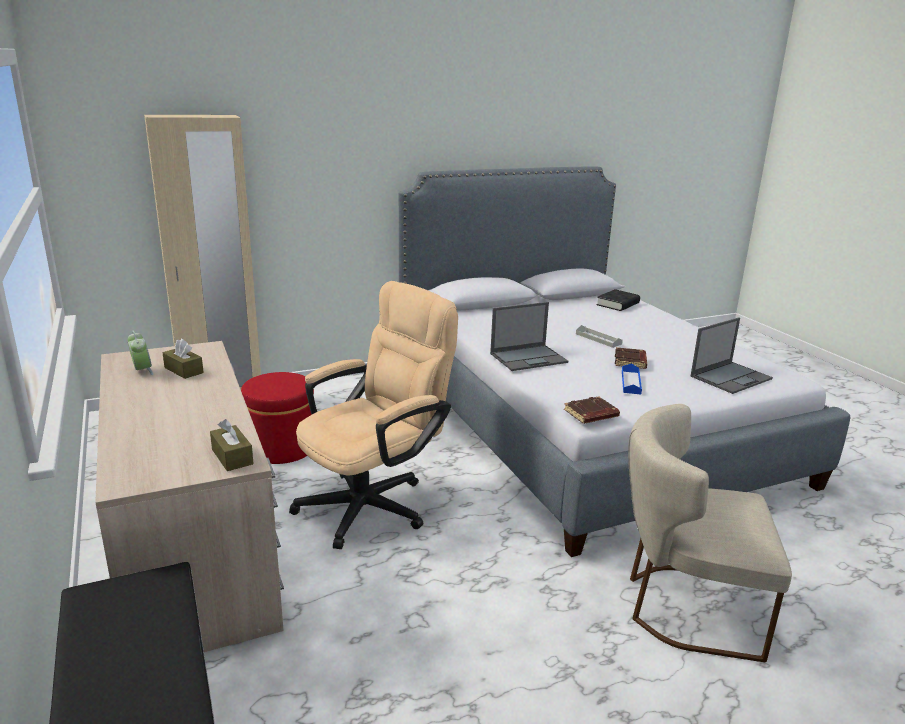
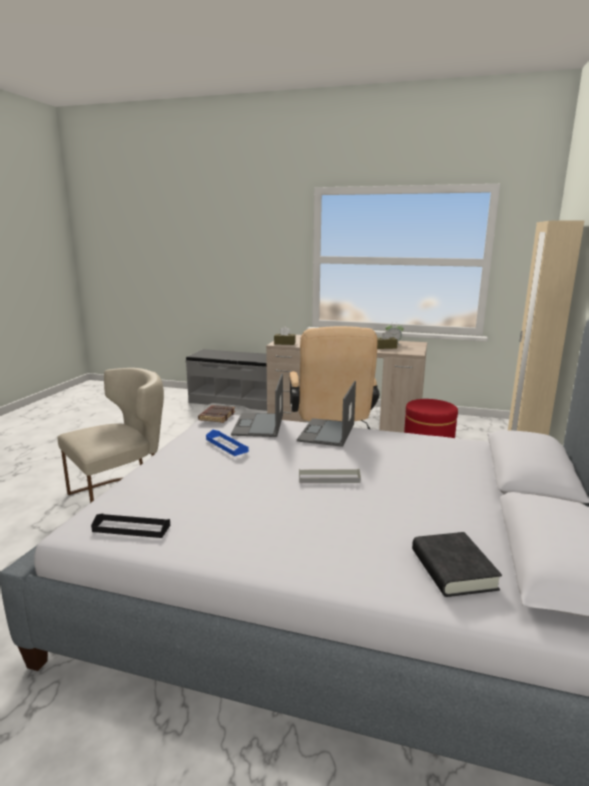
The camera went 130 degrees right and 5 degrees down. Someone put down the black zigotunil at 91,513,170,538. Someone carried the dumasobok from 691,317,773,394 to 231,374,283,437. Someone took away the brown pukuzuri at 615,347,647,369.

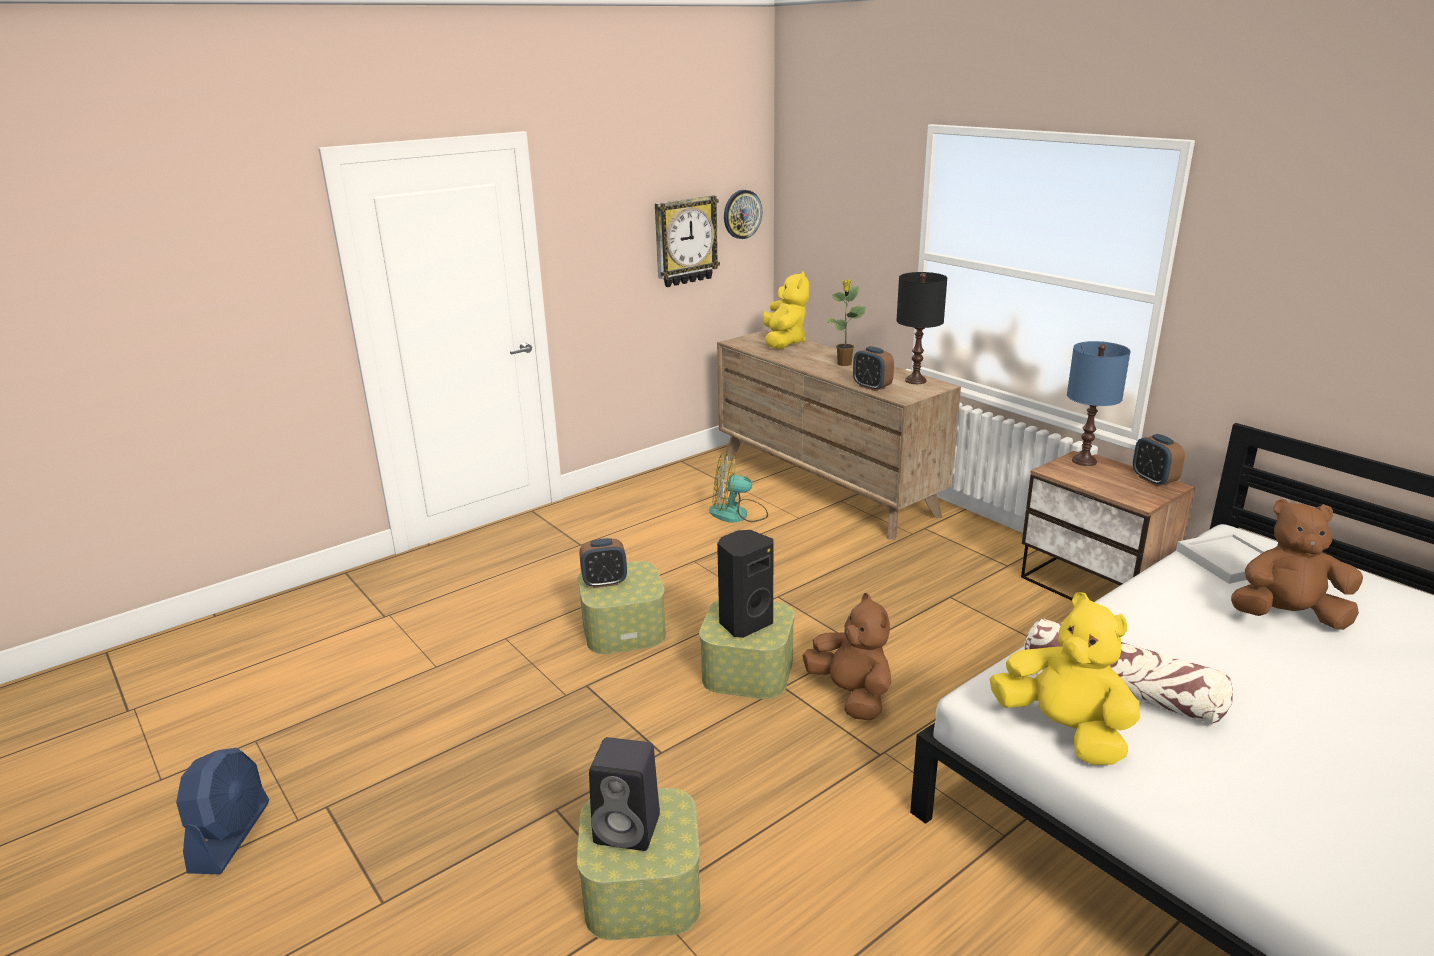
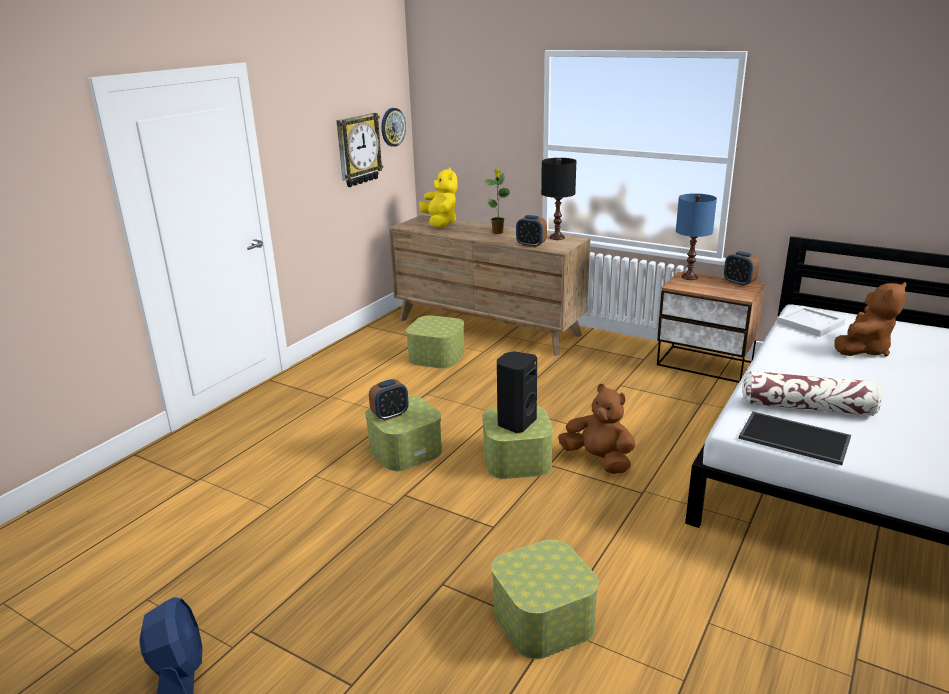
The camera went 20 degrees left and 0 degrees up. Someone swapped the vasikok at 709,452,768,523 for the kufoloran at 406,316,465,369. Someone swapped the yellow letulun at 990,592,1140,765 for the zigotunil at 738,411,851,465. Someone rotated the brown letulun at 1231,499,1363,630 by 150 degrees clockwise. Someone took away the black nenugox at 589,737,660,851.

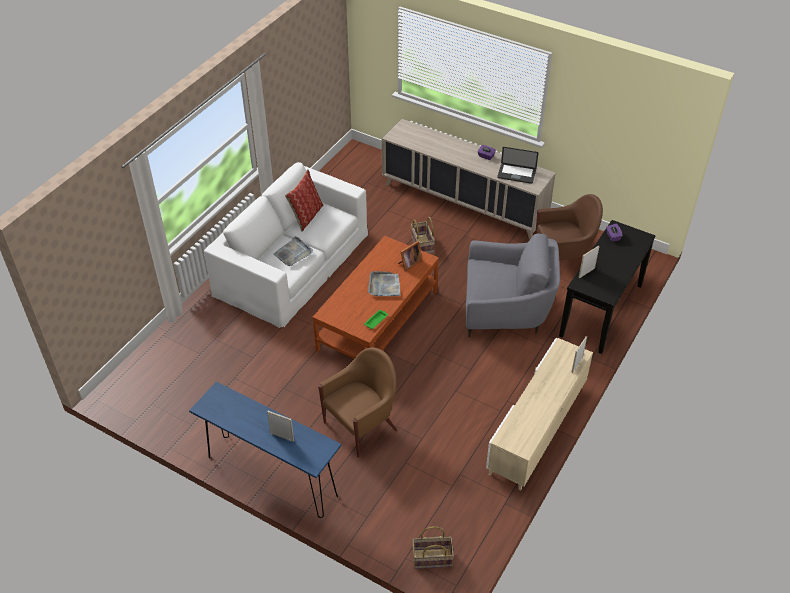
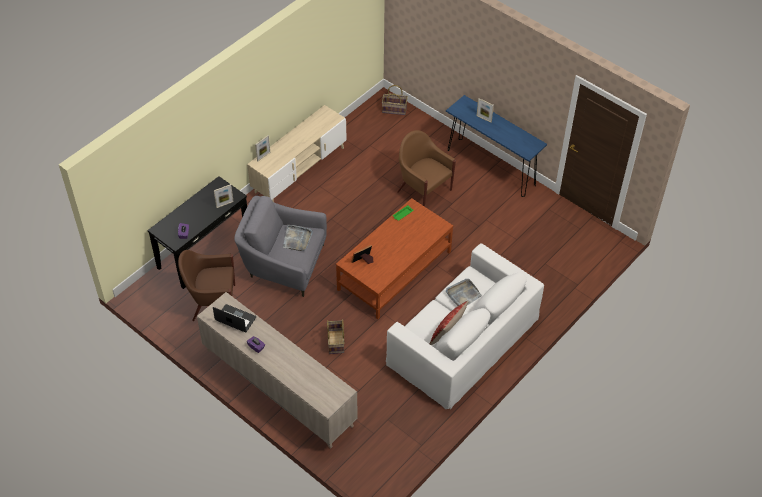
The camera went 170 degrees left and 5 degrees up. Someone carried the grey zigotunil from 368,271,401,296 to 283,225,313,251. Someone rotated the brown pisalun at 318,347,397,457 by 75 degrees clockwise.

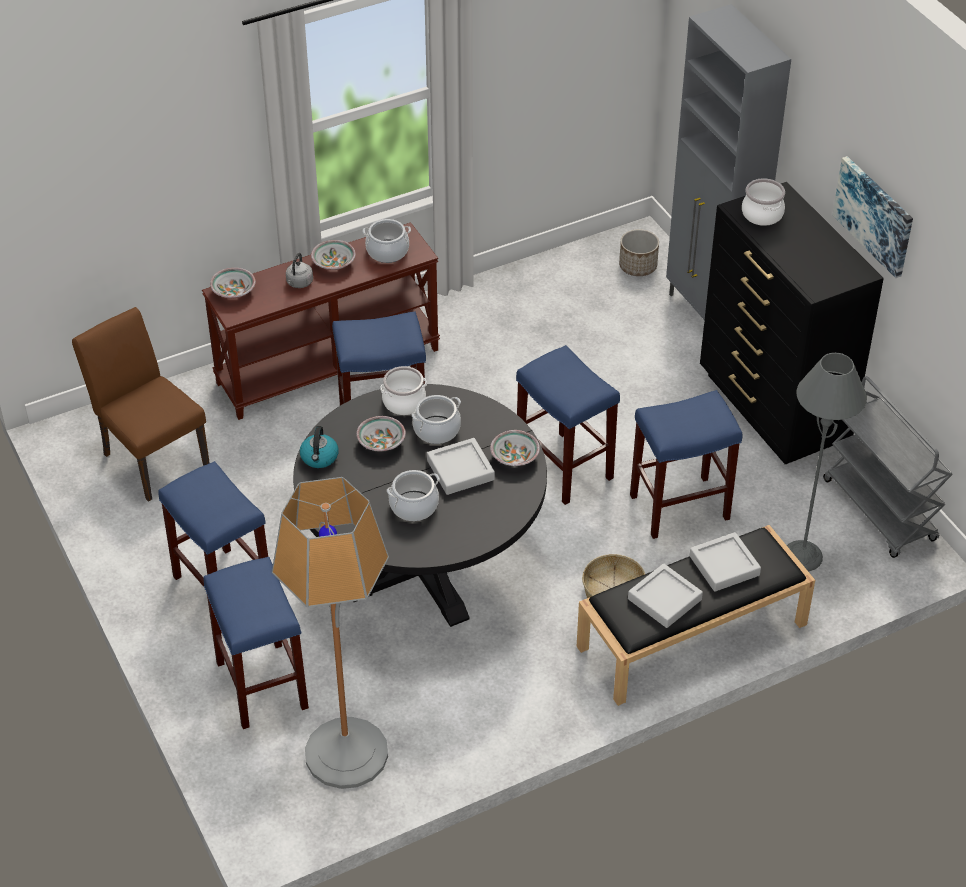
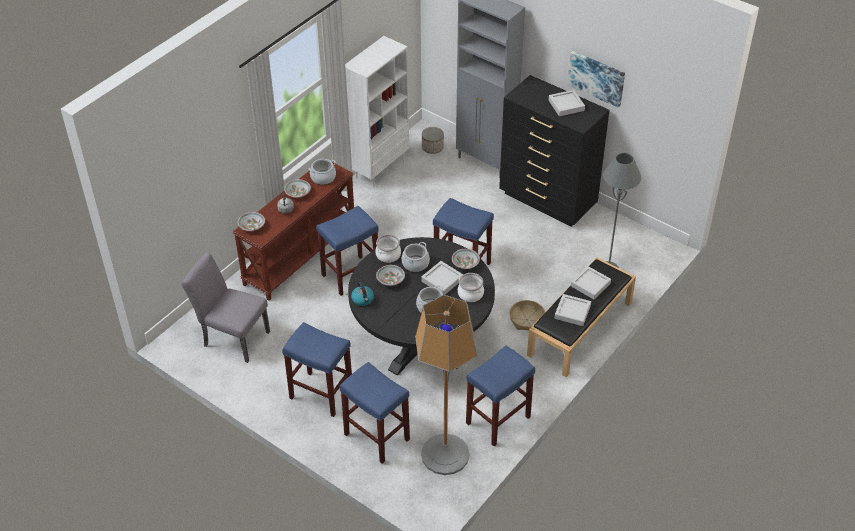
The camera went 25 degrees left and 0 degrees up. Someone repainted the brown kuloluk at 72,307,210,502, which became the grey kuloluk at 181,252,270,363. Someone put down the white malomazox at 345,36,409,187. Someone carried the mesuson from 742,178,785,226 to 458,273,484,302. Someone carried the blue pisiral from 630,390,742,539 to 466,346,535,446. Someone put down the grey zigotunil at 549,90,585,116. Someone took away the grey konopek at 823,376,953,558.

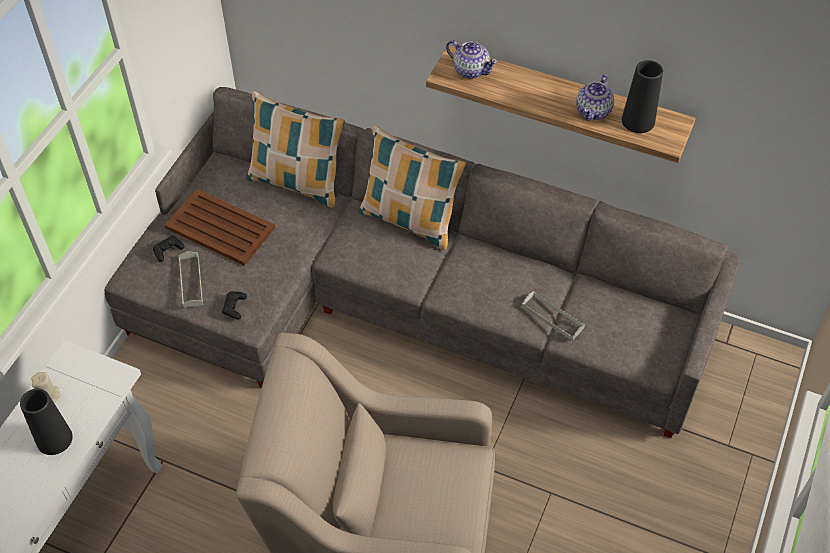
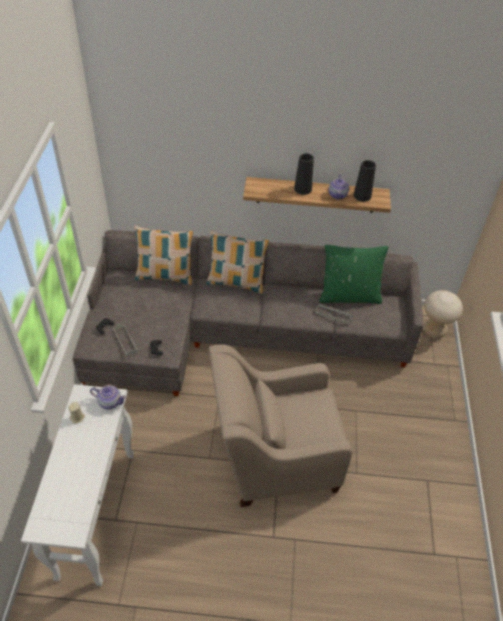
The camera went 20 degrees left and 5 degrees down. Someone carried the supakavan from 446,40,498,79 to 90,385,126,410. Someone carried the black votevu from 20,389,73,455 to 294,153,314,195. Someone put down the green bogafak at 319,245,389,304. Someone put down the beige pisiral at 424,290,463,339. Someone took away the brown zigotunil at 165,189,275,266.

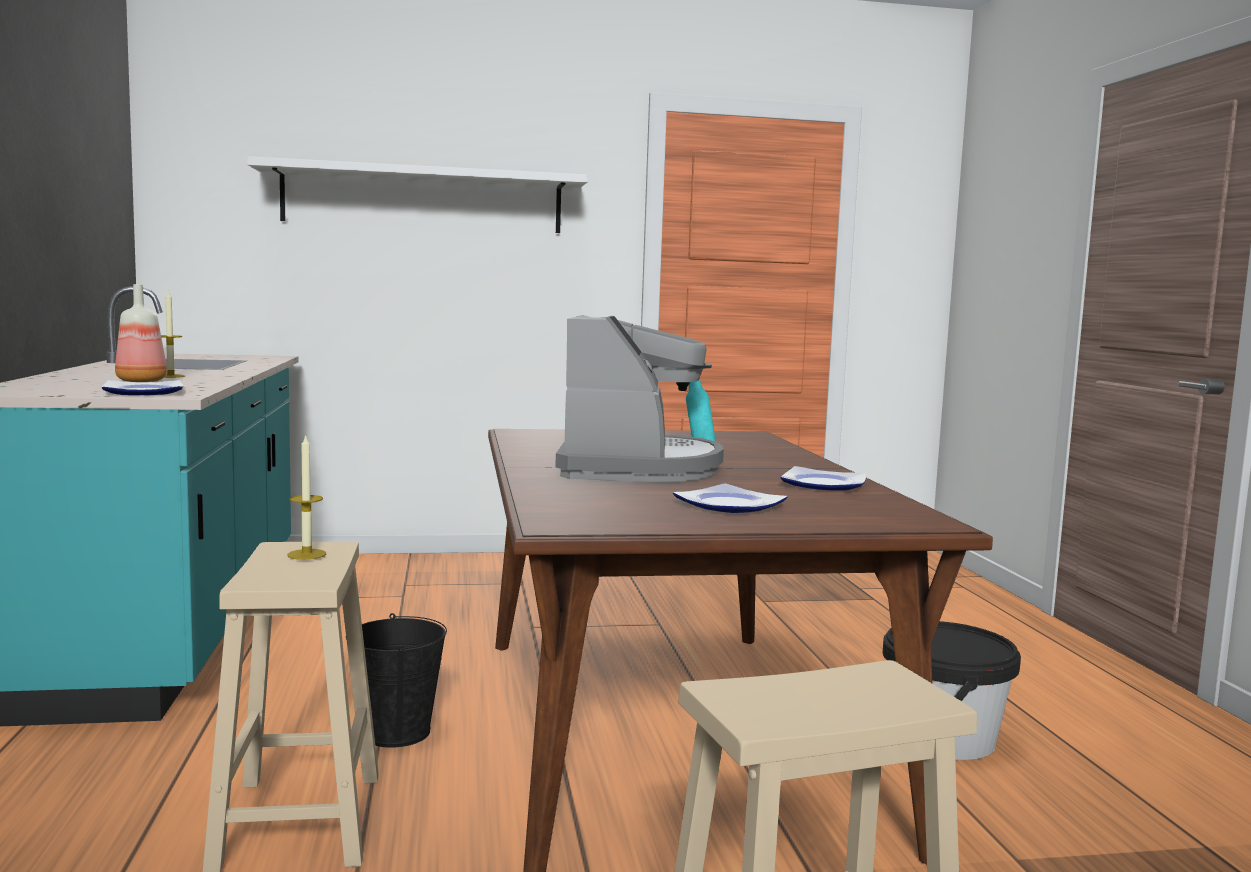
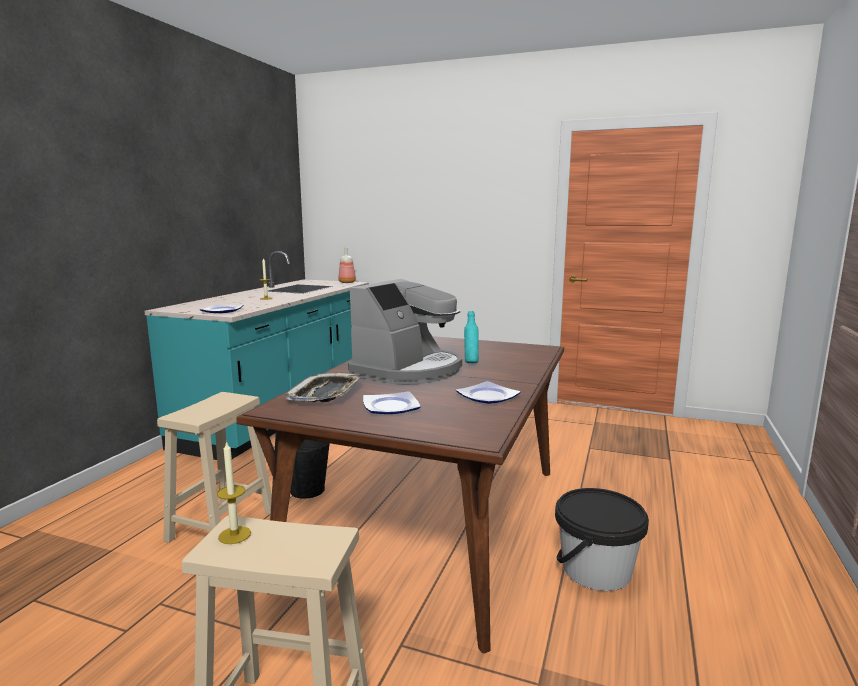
The camera went 30 degrees right and 5 degrees up. Someone carried the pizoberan from 287,434,326,560 to 217,441,251,544. Someone put down the zigotunil at 285,372,362,402. Someone carried the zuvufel from 115,284,167,382 to 338,247,356,283. Someone took away the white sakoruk at 247,156,588,233.

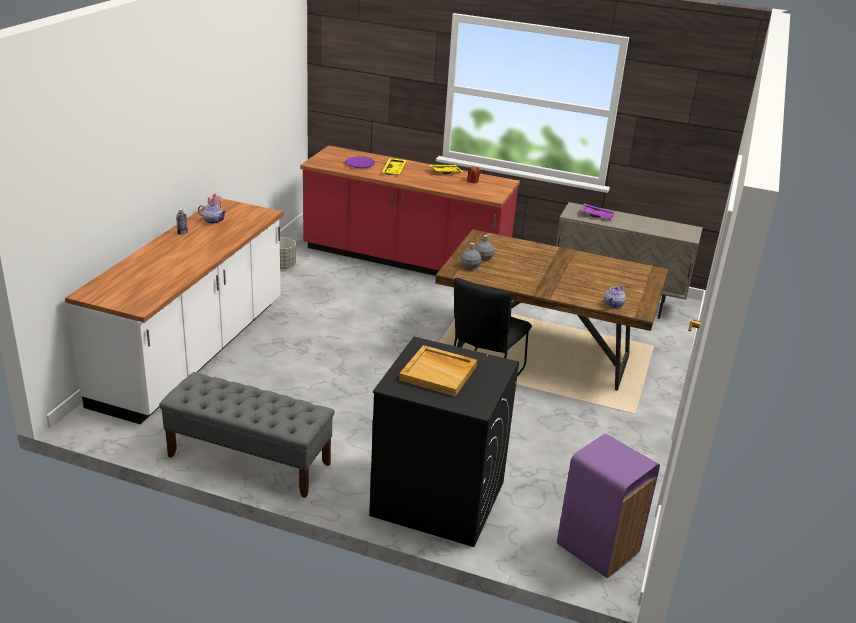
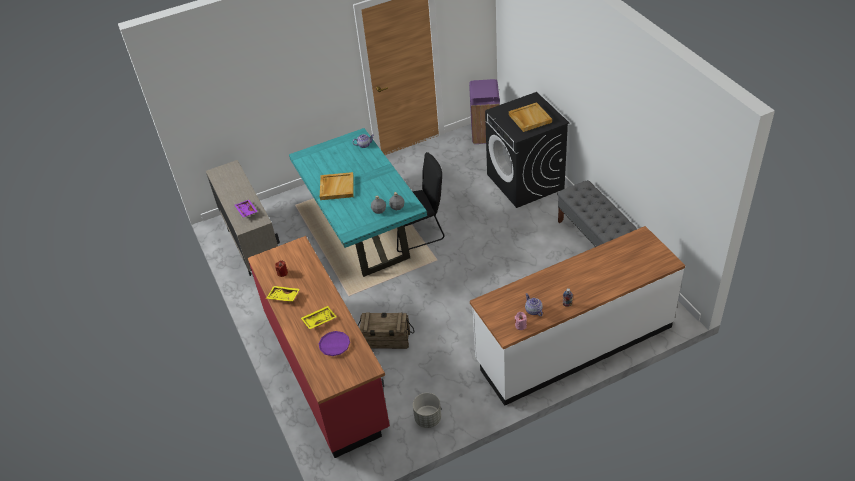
The camera went 130 degrees left and 15 degrees up. Someone repainted the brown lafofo at 435,229,669,391, which became the turquoise lafofo at 289,128,427,277. Someone put down the beige zigotunil at 320,172,354,200. Someone put down the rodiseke at 358,313,414,349.

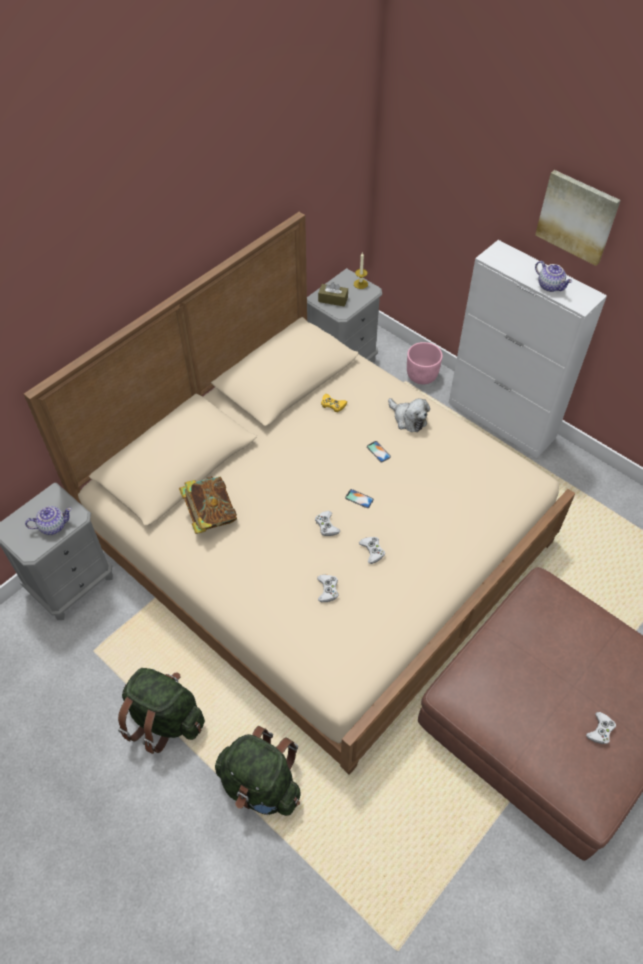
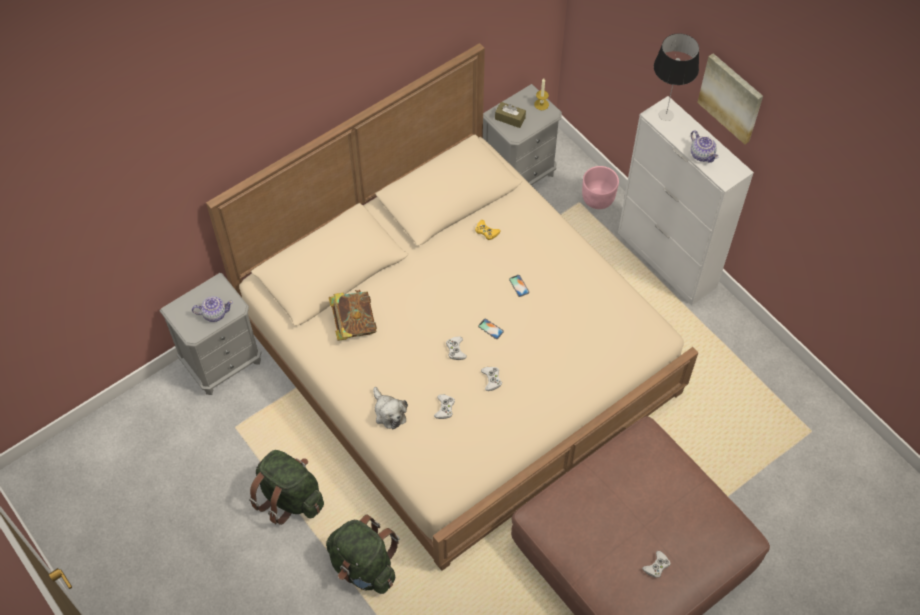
The camera went 10 degrees right and 5 degrees up. Someone carried the letulun from 388,398,430,432 to 373,387,408,429. Someone put down the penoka at 654,33,699,121.

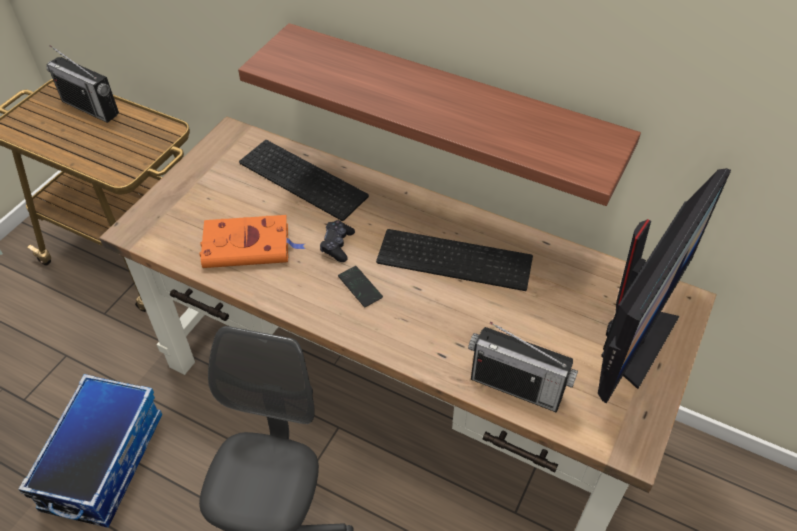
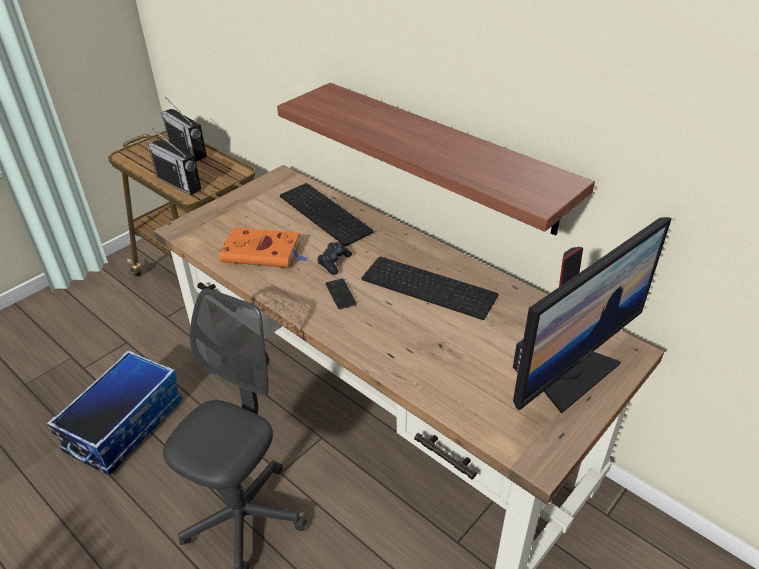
The camera went 15 degrees right and 10 degrees down. Someone carried the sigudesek from 468,322,578,413 to 147,128,201,196.

